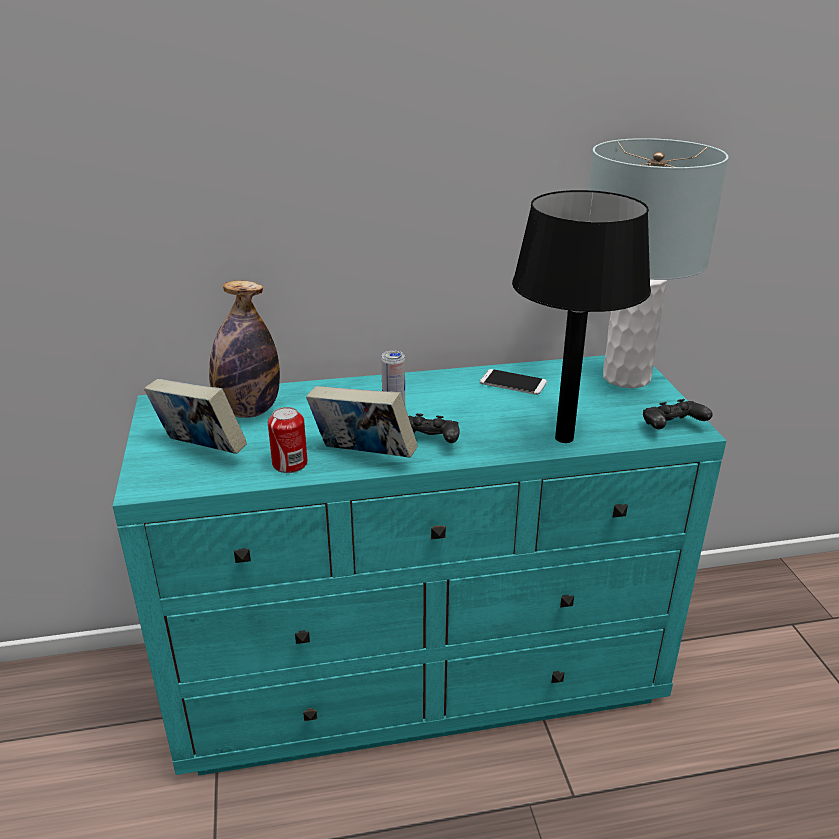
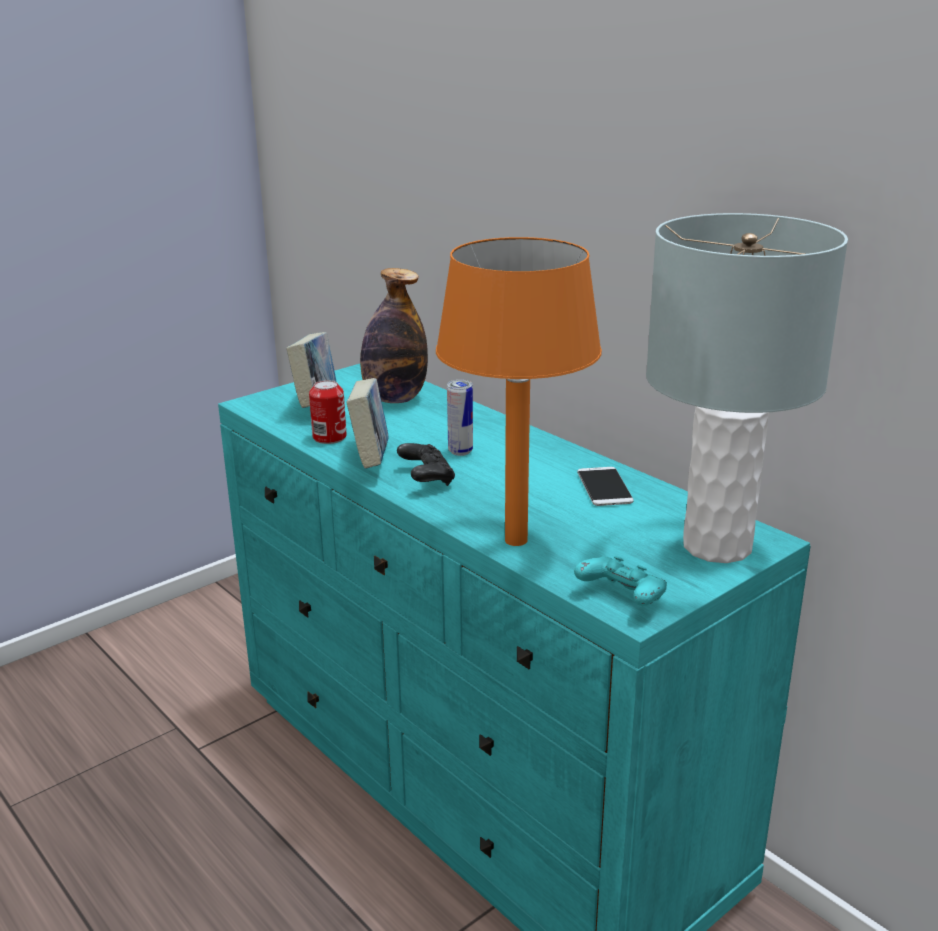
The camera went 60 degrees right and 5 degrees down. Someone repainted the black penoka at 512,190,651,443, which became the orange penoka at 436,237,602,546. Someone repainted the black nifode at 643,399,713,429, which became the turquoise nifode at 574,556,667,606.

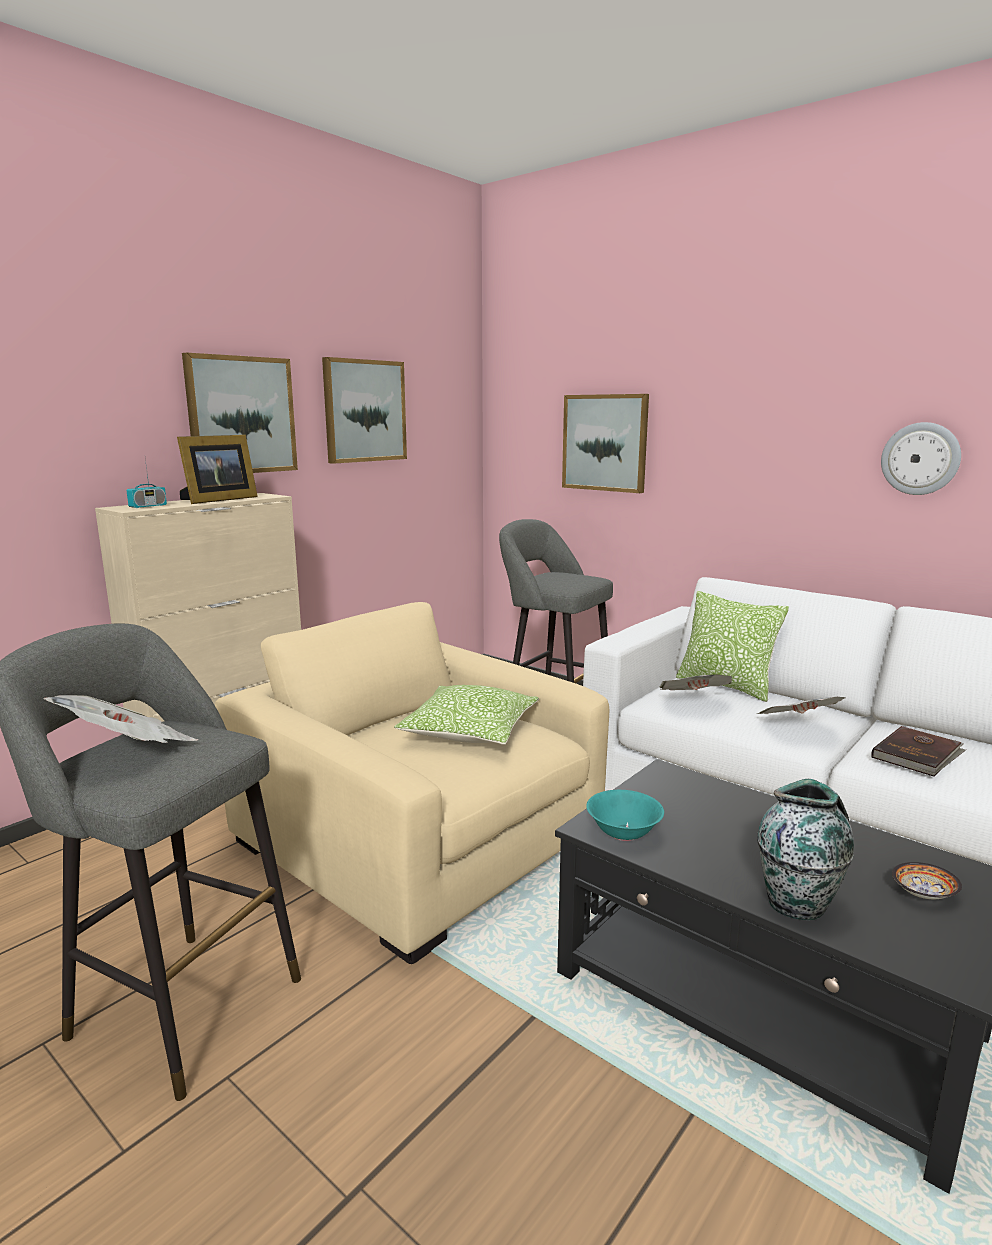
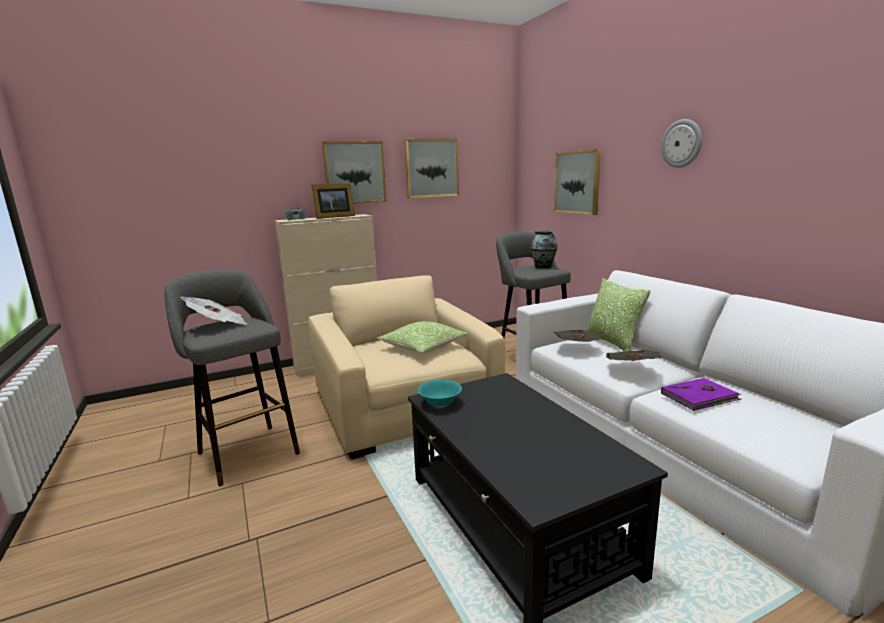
The camera went 25 degrees right and 0 degrees up. Someone carried the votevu from 757,779,854,920 to 531,230,558,268. Someone carried the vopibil from 881,422,961,495 to 661,119,702,168. Someone repainted the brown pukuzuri at 871,726,966,777, which became the purple pukuzuri at 661,378,742,411. Someone took away the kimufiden at 892,862,962,899.

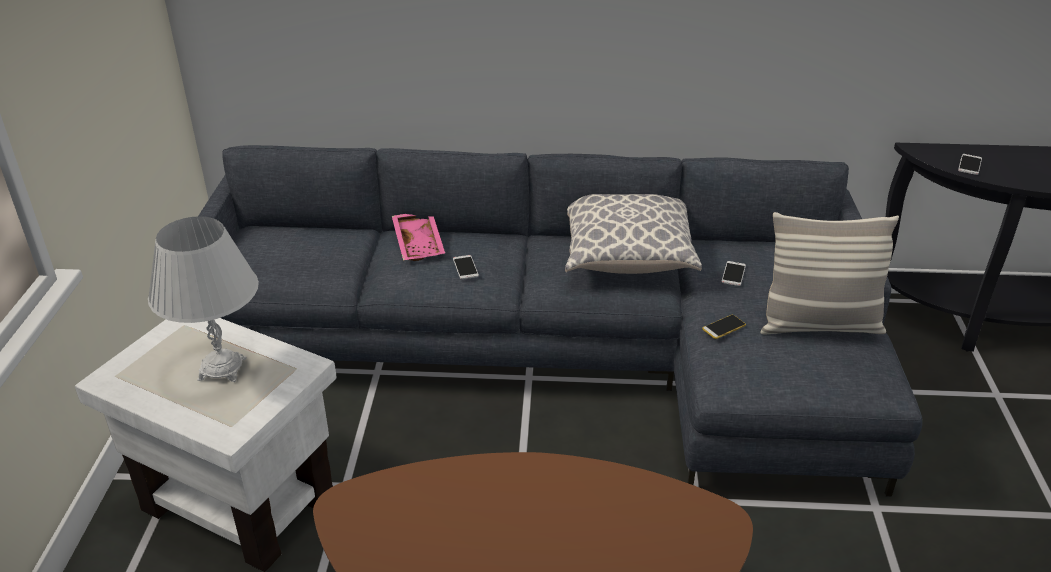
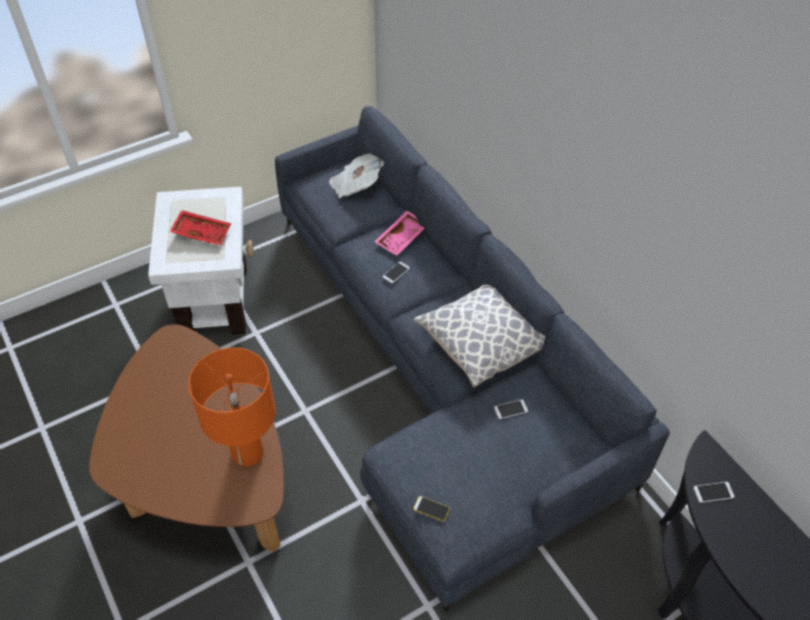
The camera went 55 degrees right and 15 degrees up. Someone swapped the white penoka at 148,216,259,382 for the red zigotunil at 169,210,232,246. Someone put down the orange penoka at 189,348,276,467. Someone put down the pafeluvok at 329,153,384,198. Someone carried the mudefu from 702,315,746,339 to 413,496,450,522. Someone took away the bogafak at 760,212,899,334.

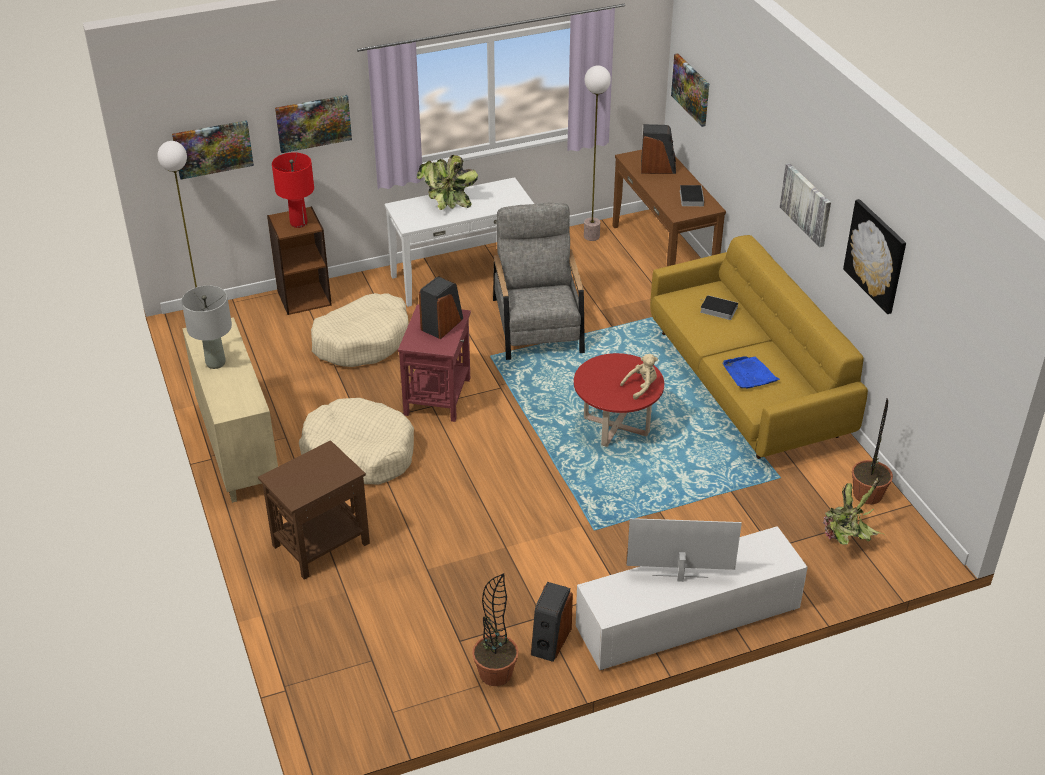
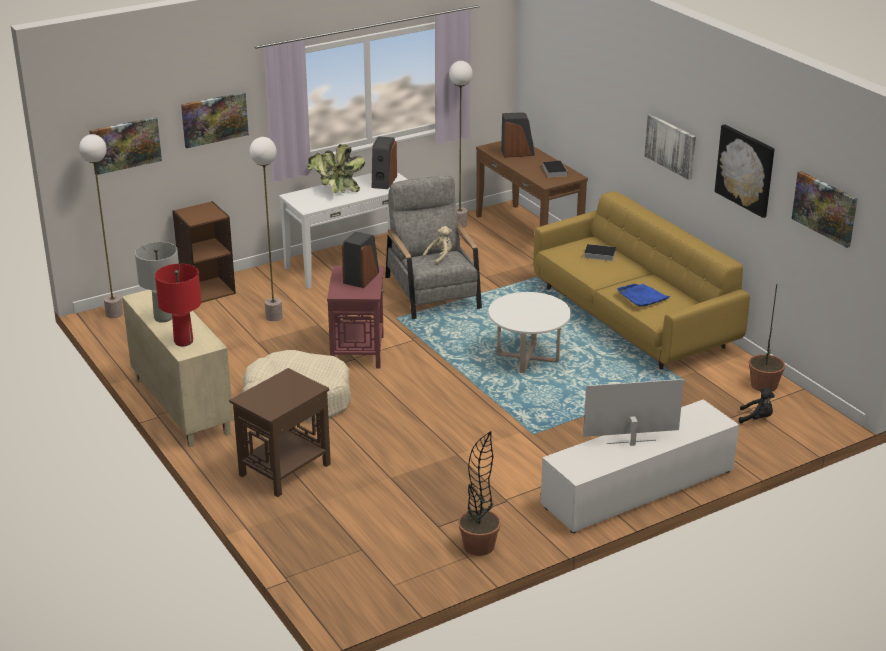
The camera went 10 degrees left and 10 degrees down. Someone carried the red penoka from 272,152,314,228 to 155,264,201,346. Someone swapped the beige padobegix at 311,293,409,367 for the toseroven at 250,137,283,321. Someone carried the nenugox from 531,582,573,662 to 372,136,397,189. Someone carried the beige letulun from 620,354,658,400 to 422,226,452,265. Someone repainted the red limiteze at 574,353,664,447, which became the white limiteze at 488,292,571,373. Someone swapped the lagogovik at 823,477,885,545 for the black letulun at 739,388,775,423. Someone carried the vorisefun from 671,54,709,127 to 792,171,857,248.

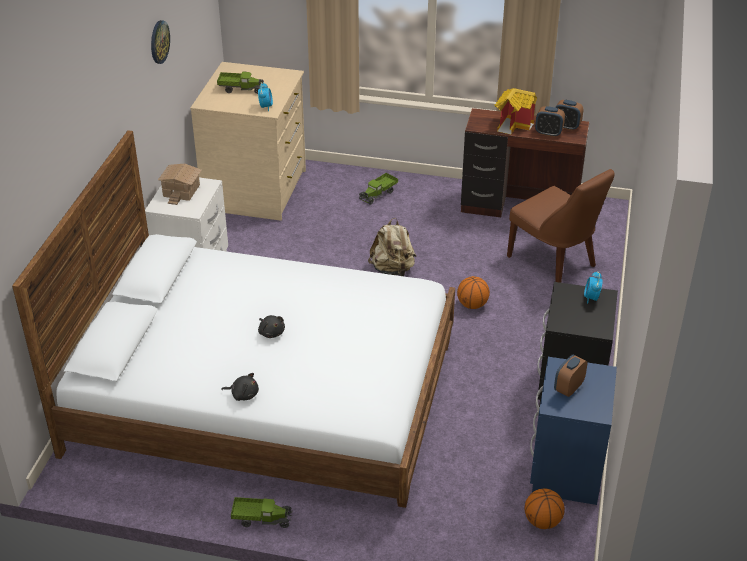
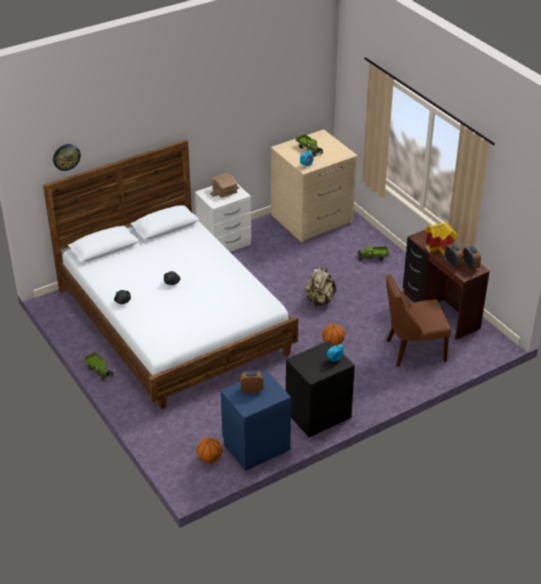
The camera went 45 degrees right and 0 degrees up. Someone carried the vopibil from 151,20,170,64 to 53,144,81,171. Someone rotated the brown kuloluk at 507,169,615,283 by 75 degrees clockwise.

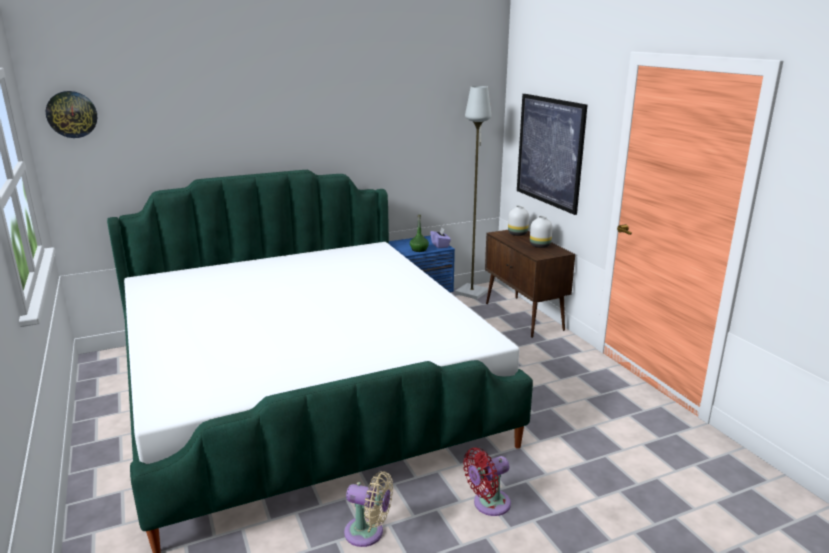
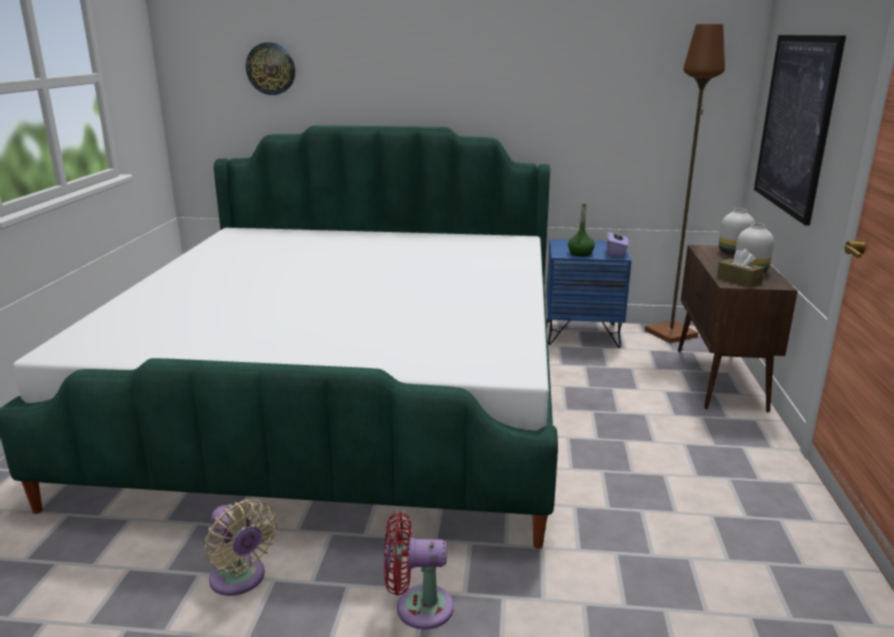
The camera went 30 degrees right and 0 degrees up. Someone carried the vopibil from 46,91,97,138 to 246,43,295,95. Someone repainted the grey toseroven at 455,86,492,299, which became the brown toseroven at 645,24,725,343. Someone put down the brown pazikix at 717,249,764,287.

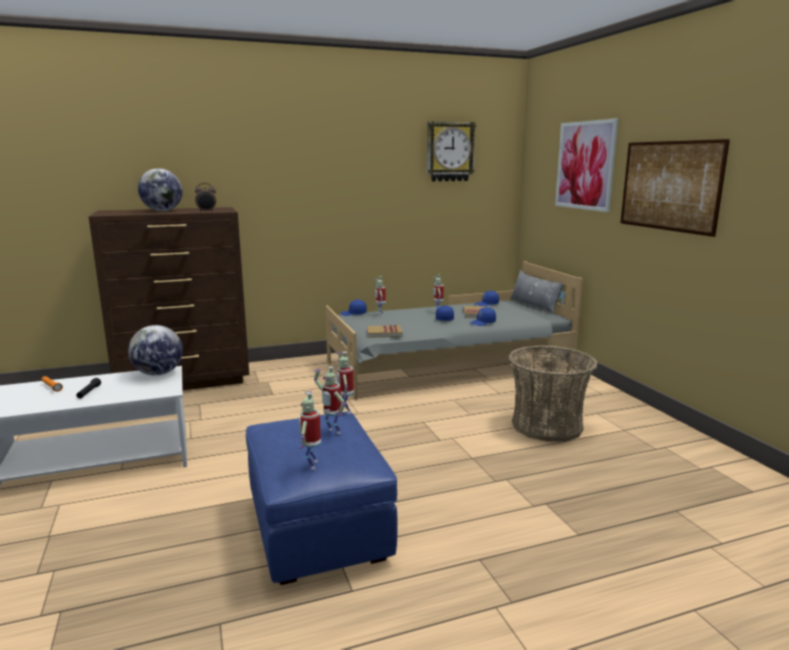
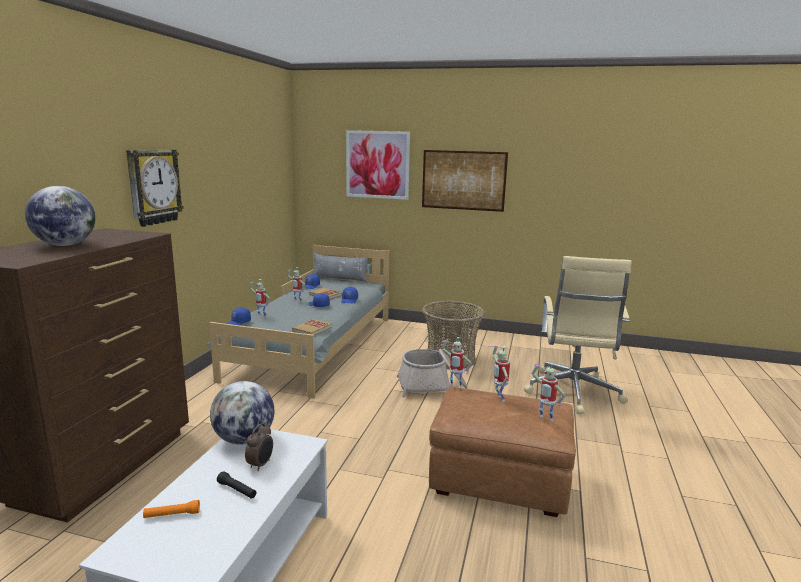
The camera went 55 degrees left and 0 degrees up. Someone carried the vopibil from 427,121,476,182 to 126,150,184,227. Someone carried the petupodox from 195,183,216,212 to 245,423,273,471. Someone put down the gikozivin at 397,349,467,398. Someone repainted the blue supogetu at 246,411,397,585, which became the brown supogetu at 429,387,576,517. Someone rotated the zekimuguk at 314,366,345,434 by 90 degrees clockwise. Someone put down the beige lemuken at 524,256,632,414.

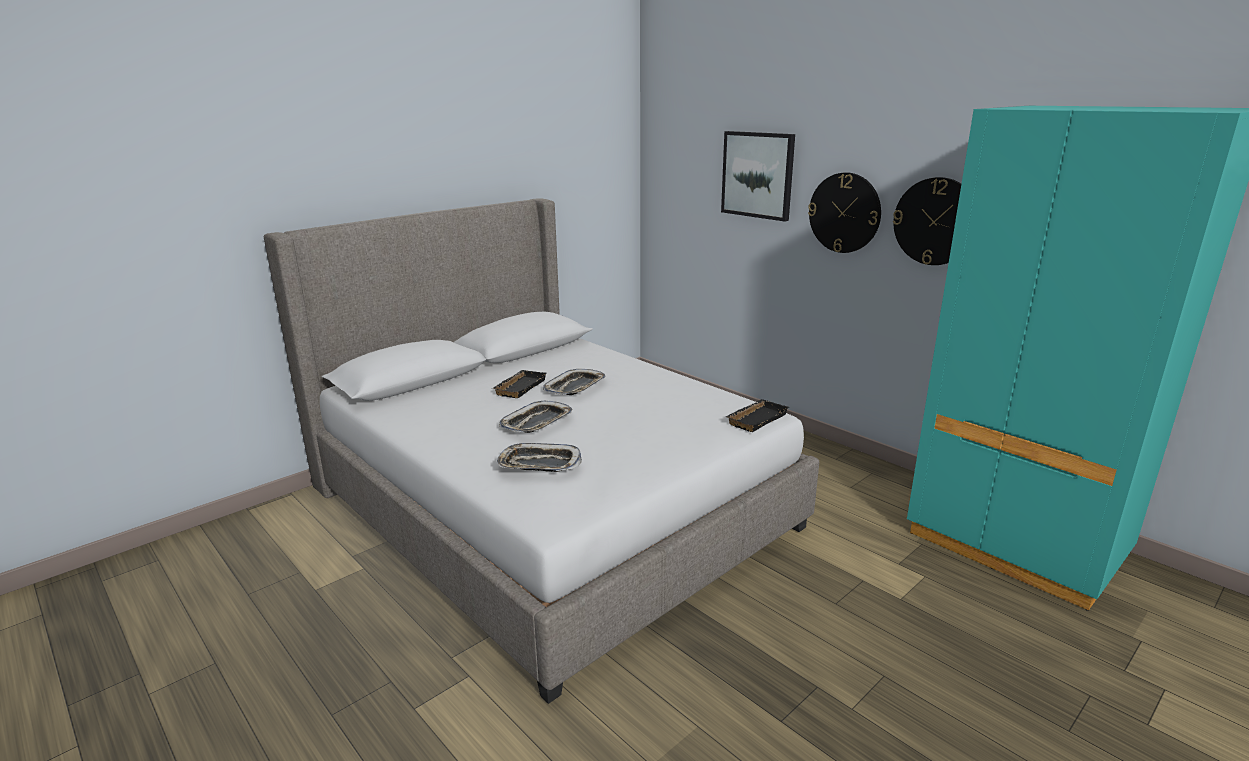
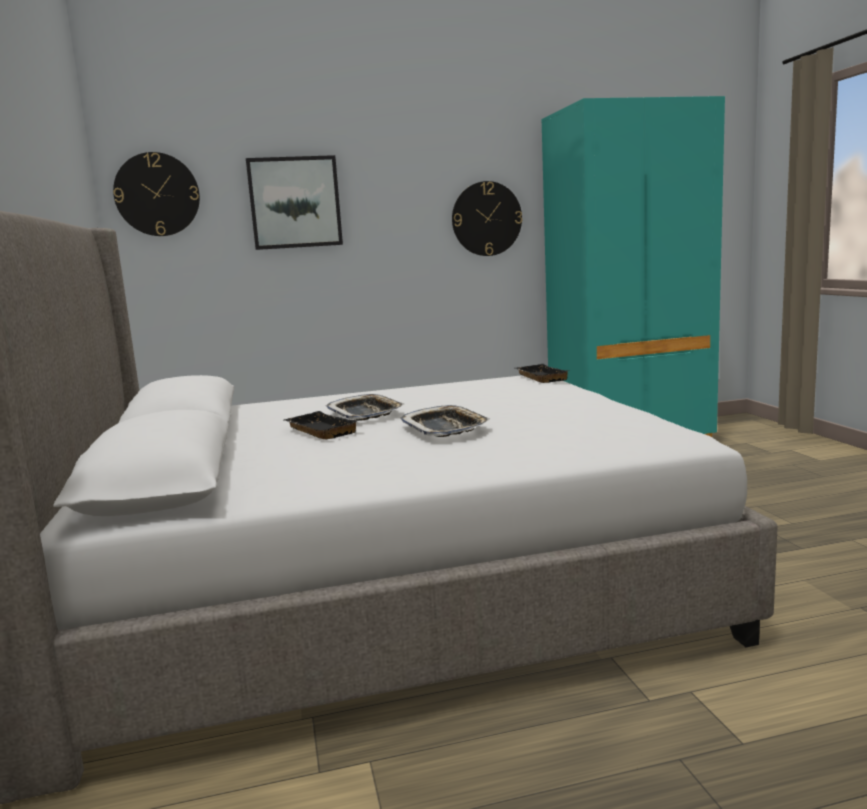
The camera went 60 degrees left and 10 degrees down. Someone carried the vopibil from 808,172,881,253 to 113,152,200,236. Someone took away the zigotunil at 496,443,582,472.

